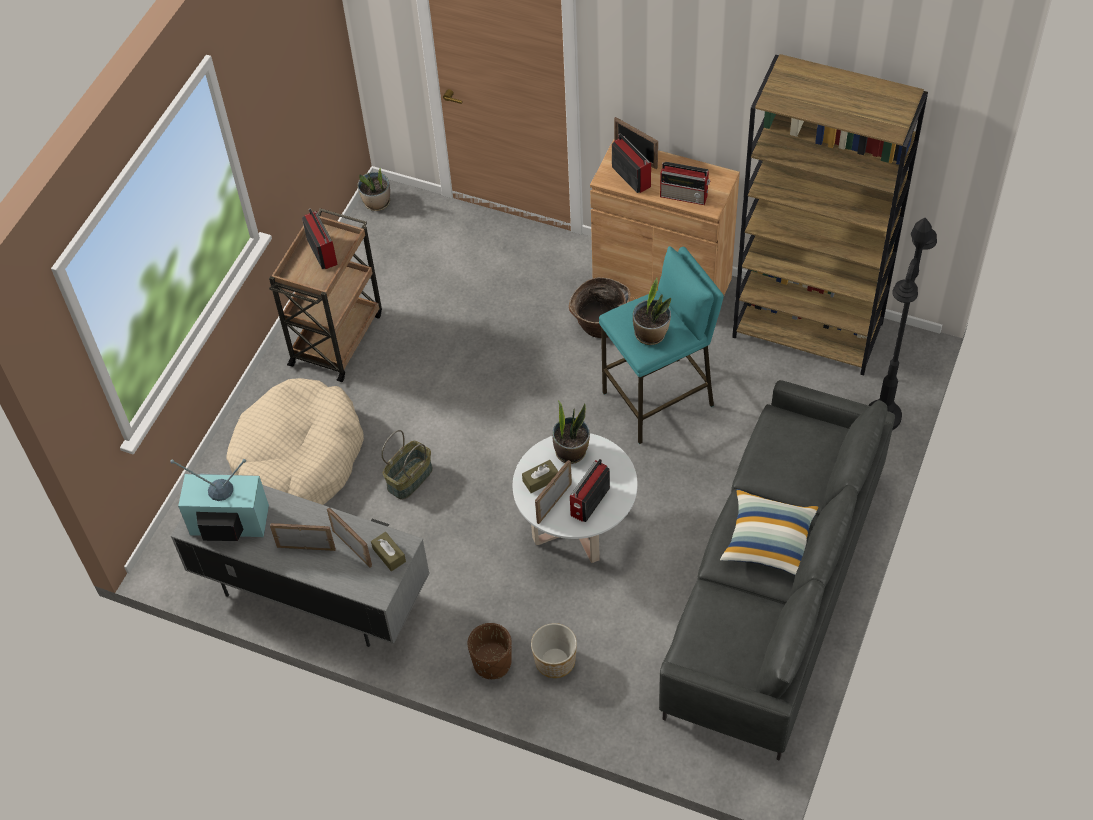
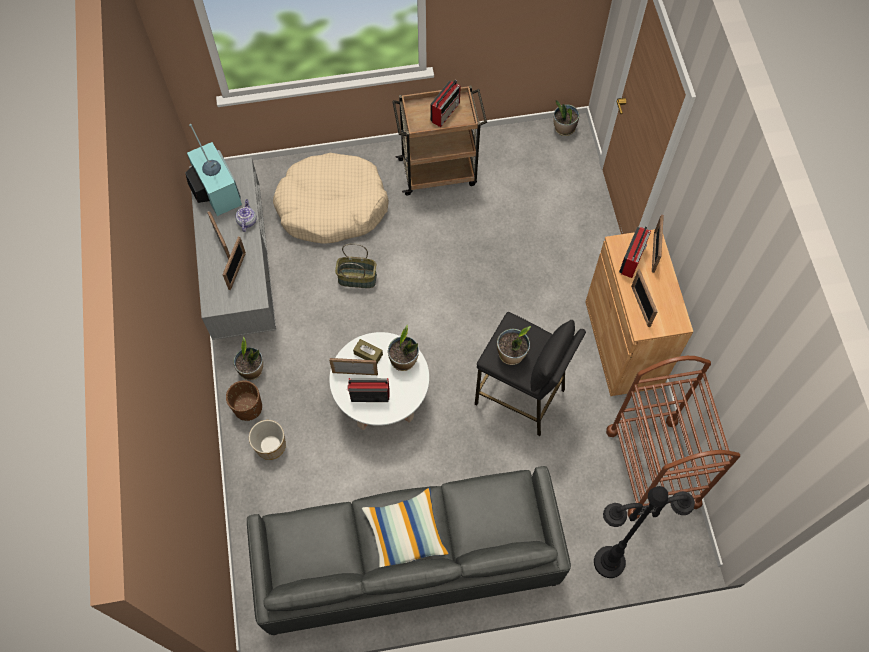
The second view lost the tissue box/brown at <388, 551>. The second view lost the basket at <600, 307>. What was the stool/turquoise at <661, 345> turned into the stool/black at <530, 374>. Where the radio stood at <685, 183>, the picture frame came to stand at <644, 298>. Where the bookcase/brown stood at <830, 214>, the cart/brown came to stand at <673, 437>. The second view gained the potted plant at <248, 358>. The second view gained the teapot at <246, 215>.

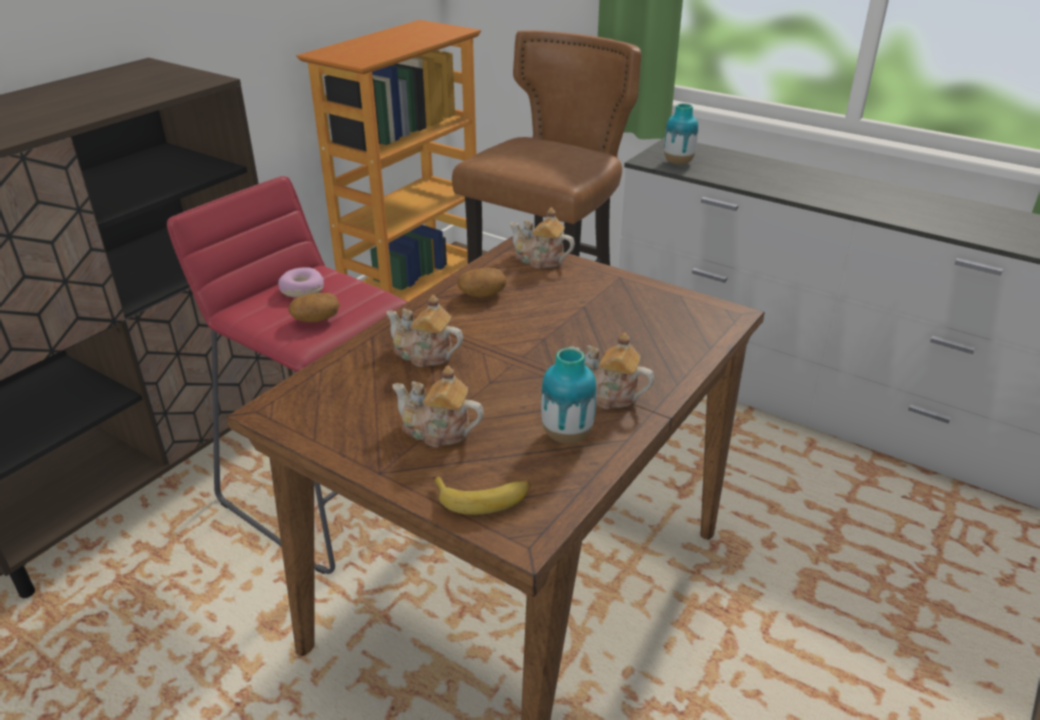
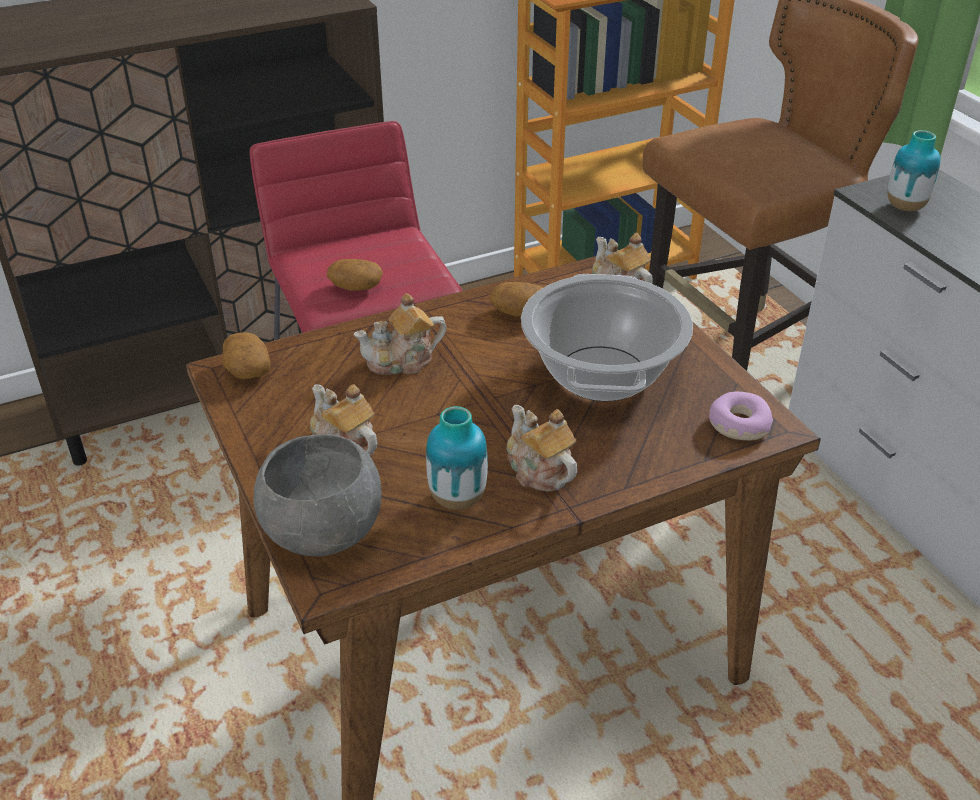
The donut ended up elsewhere, having gone from <301, 282> to <741, 416>. The teapot at <424, 331> ended up facing another way, 75 degrees counterclockwise from before. Where the banana stood at <481, 495>, the bowl/grey came to stand at <317, 495>. The second view gained the potato at <246, 355>. The second view gained the cooking pot at <607, 337>.

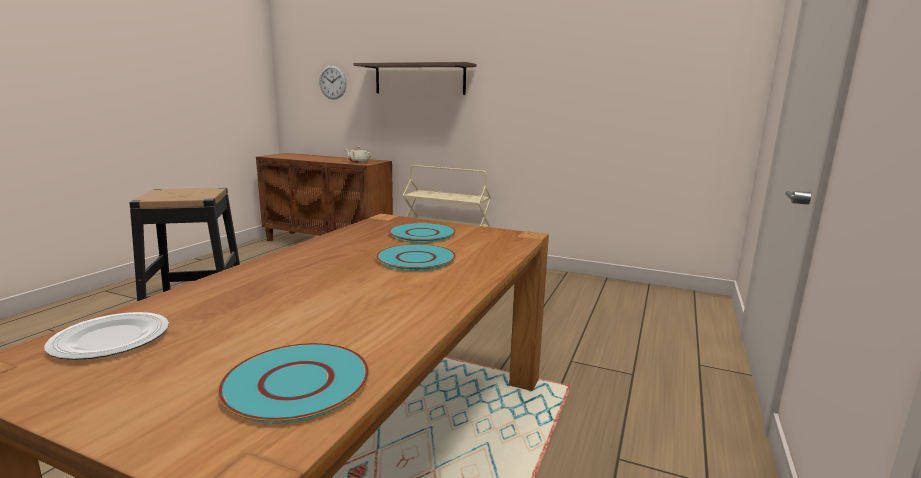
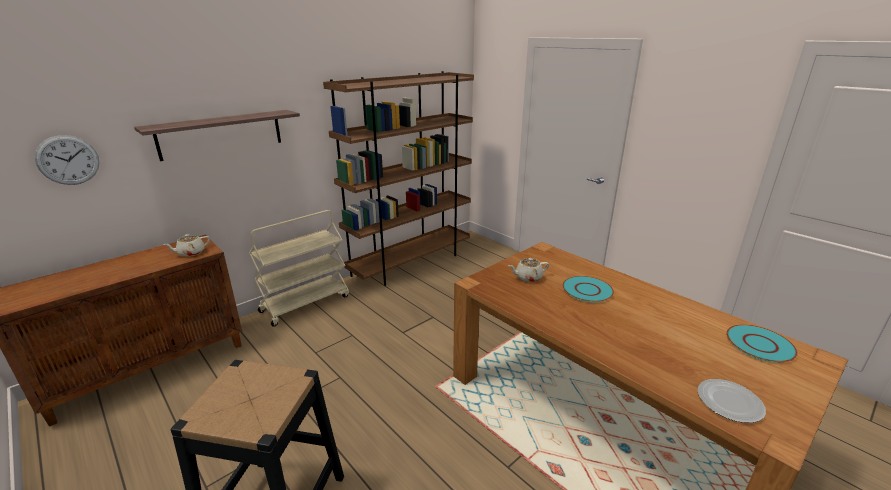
Where the plate/turquoise stood at <422, 232>, the teapot/beige came to stand at <528, 270>. The second view gained the bookcase/brown at <398, 178>.

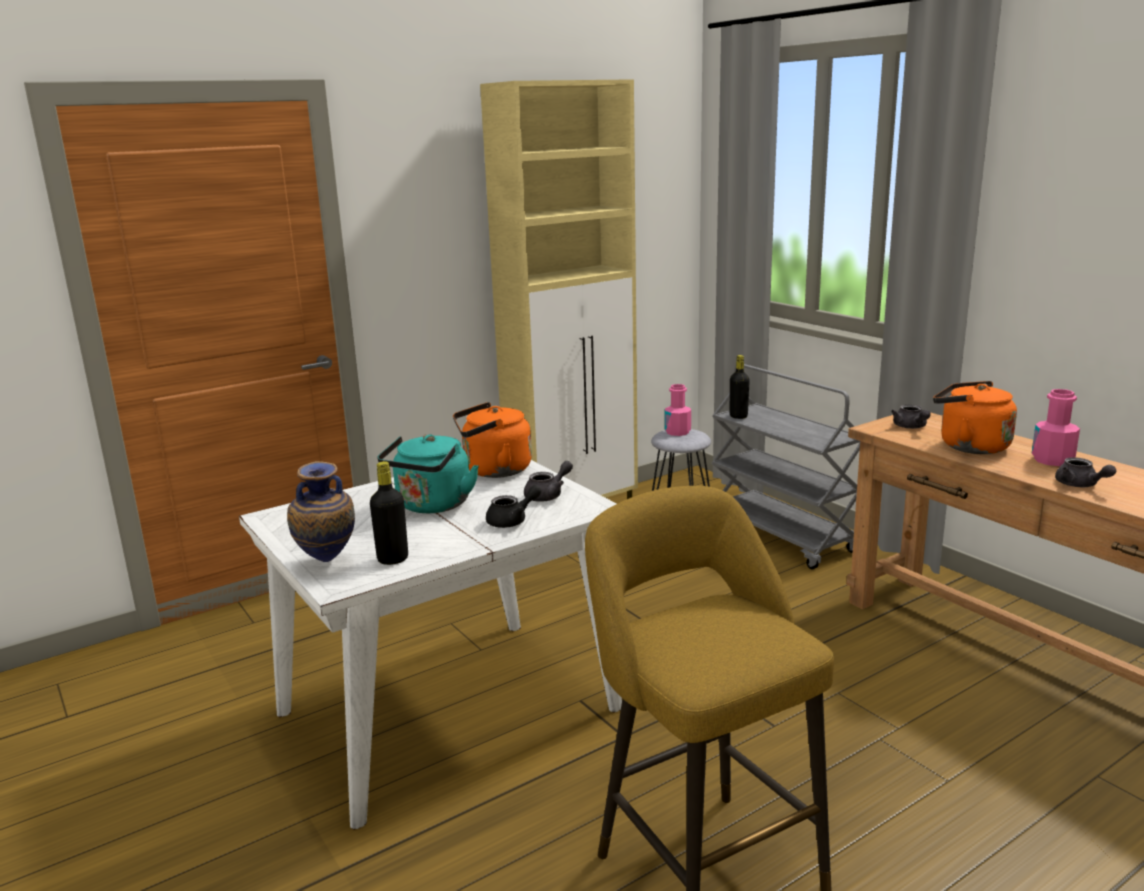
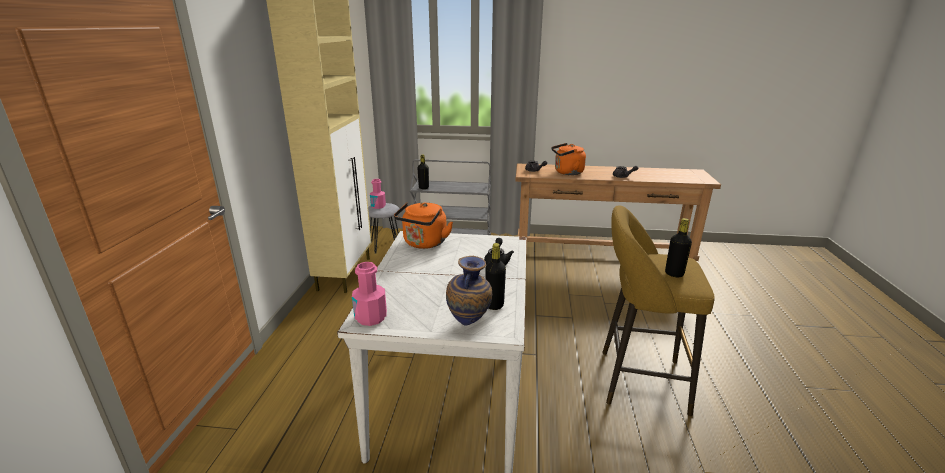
The second view lost the kettle/turquoise at <428, 473>. The second view lost the teapot/grey at <548, 481>. The bottle/pink ended up elsewhere, having gone from <1055, 427> to <369, 294>. The second view gained the bottle/black at <678, 247>.

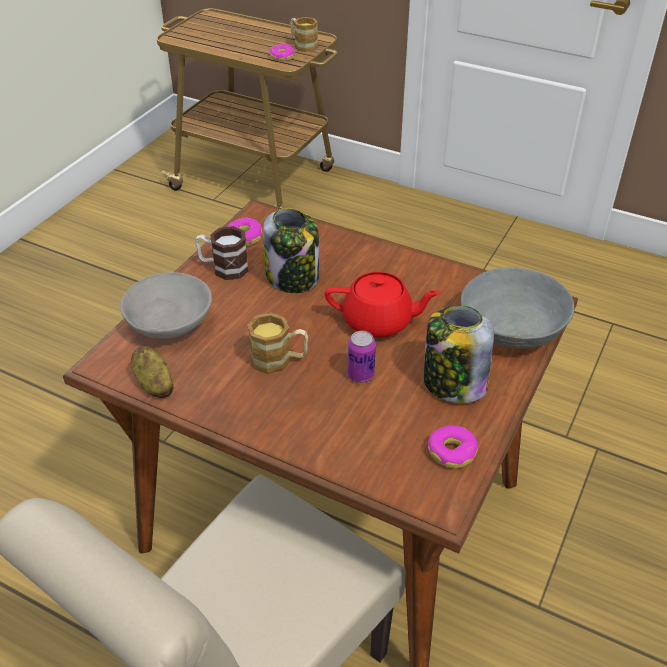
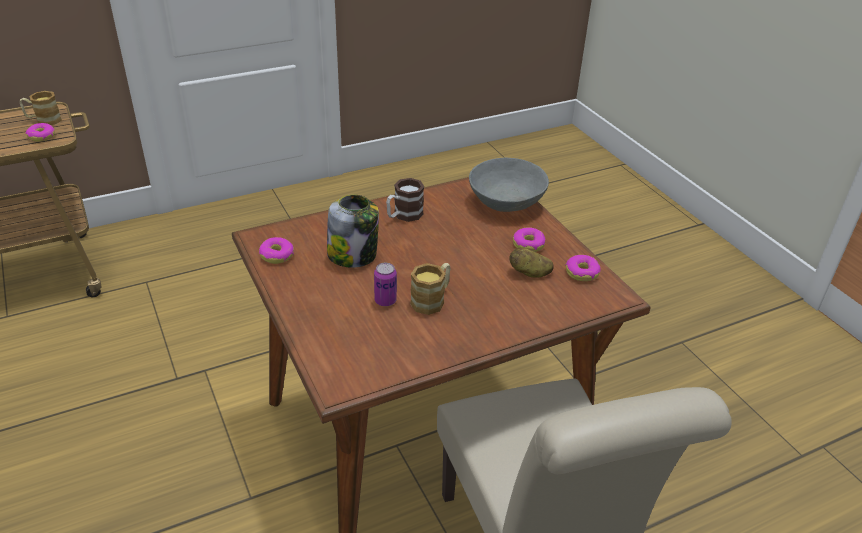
The second view lost the bowl/grey at <166, 305>. The potato ended up elsewhere, having gone from <152, 372> to <531, 263>. The mug ended up elsewhere, having gone from <222, 253> to <405, 200>. The second view lost the teapot/red at <383, 305>. The can ended up elsewhere, having gone from <362, 357> to <385, 284>. Where the jar stood at <459, 354>, the donut came to stand at <529, 239>.

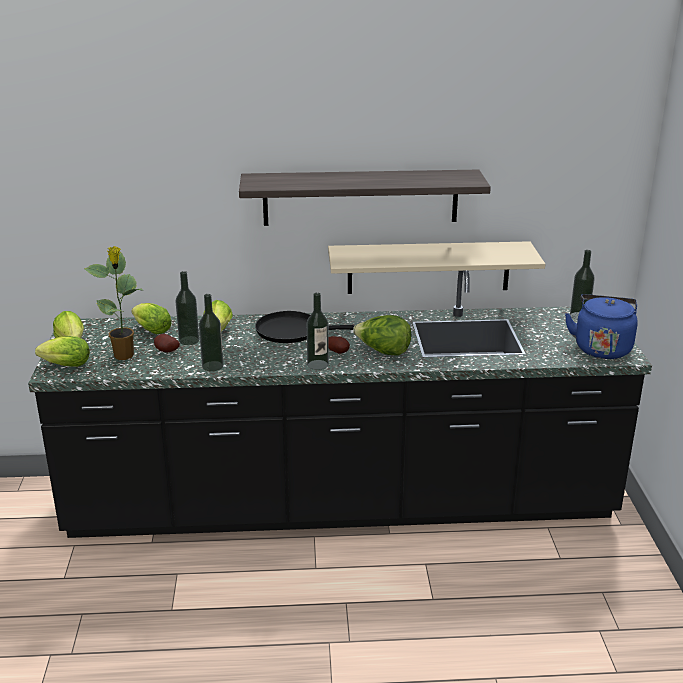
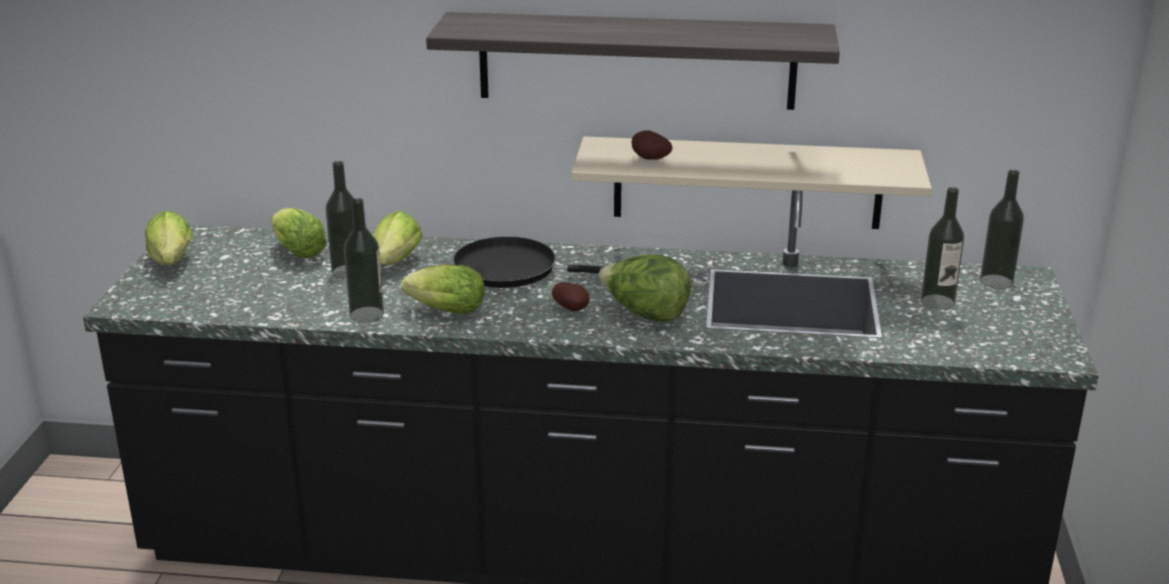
The lettuce ended up elsewhere, having gone from <62, 351> to <443, 289>. The second view lost the potted plant at <114, 303>. The potato ended up elsewhere, having gone from <167, 343> to <652, 145>. The bottle ended up elsewhere, having gone from <318, 331> to <942, 248>. The second view lost the kettle/blue at <601, 326>.

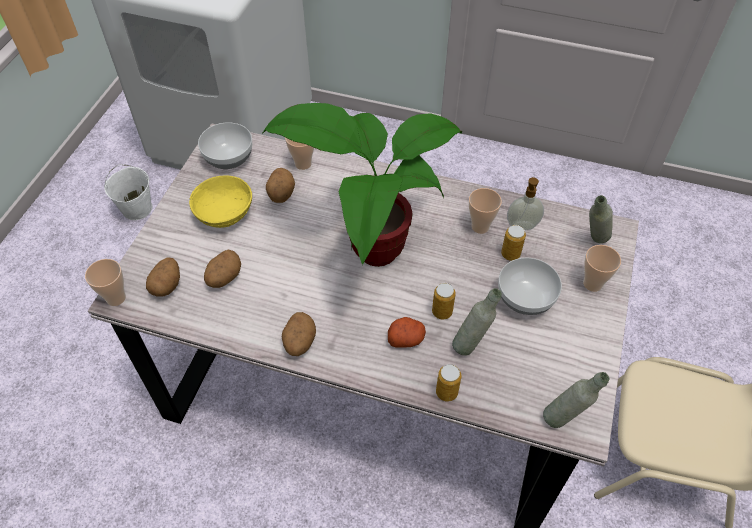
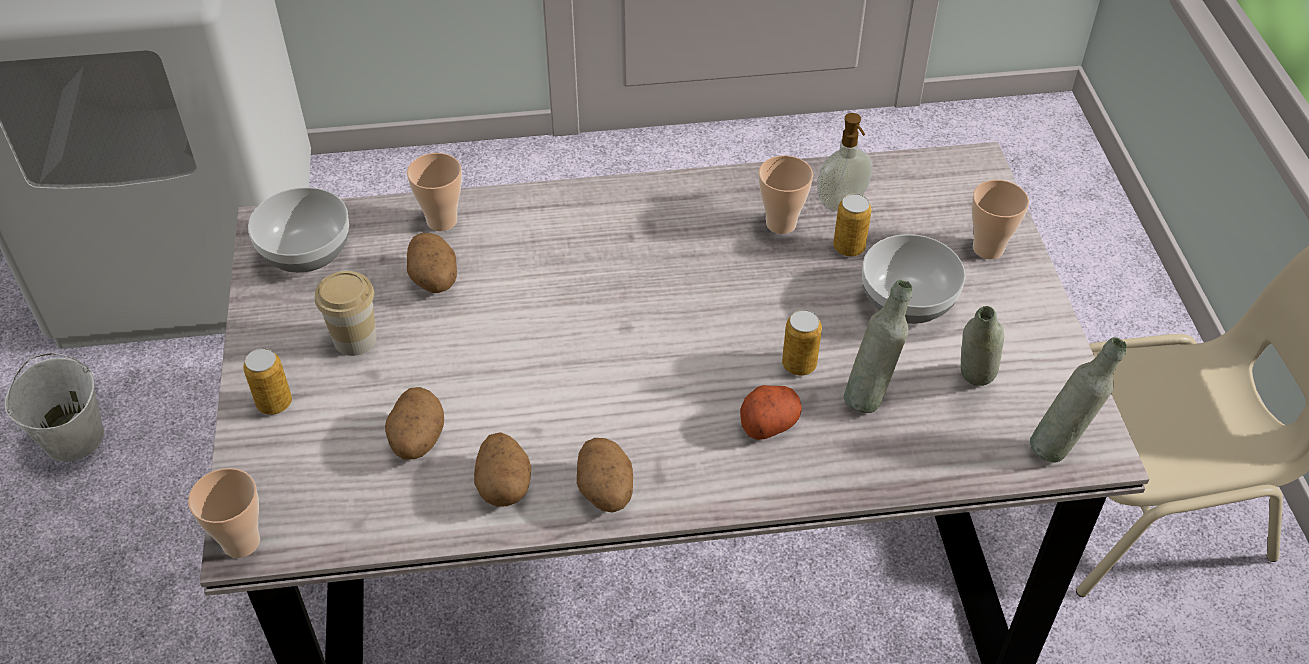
The potato ended up elsewhere, having gone from <163, 277> to <502, 469>. Where the bowl/yellow stood at <220, 201>, the cup came to stand at <346, 313>. The second view lost the potted plant at <362, 185>. The can ended up elsewhere, having gone from <448, 383> to <267, 381>. The bottle/grey ended up elsewhere, having gone from <601, 219> to <982, 346>.

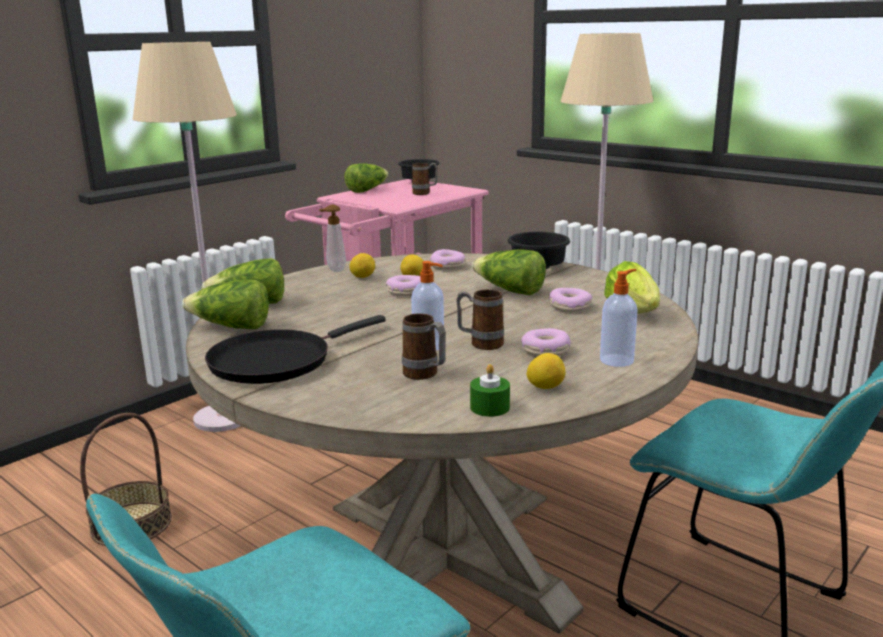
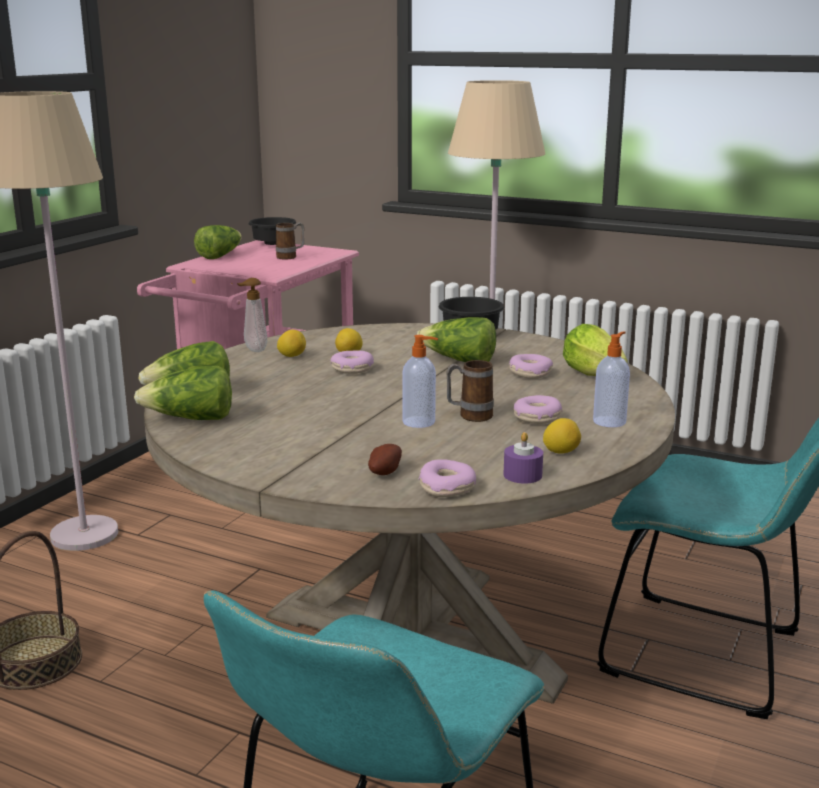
The second view lost the frying pan/black at <295, 349>. The second view lost the mug at <424, 346>. The donut ended up elsewhere, having gone from <447, 259> to <447, 478>. What was the candle/green at <490, 390> turned into the candle/purple at <523, 458>. The second view gained the potato at <385, 459>.

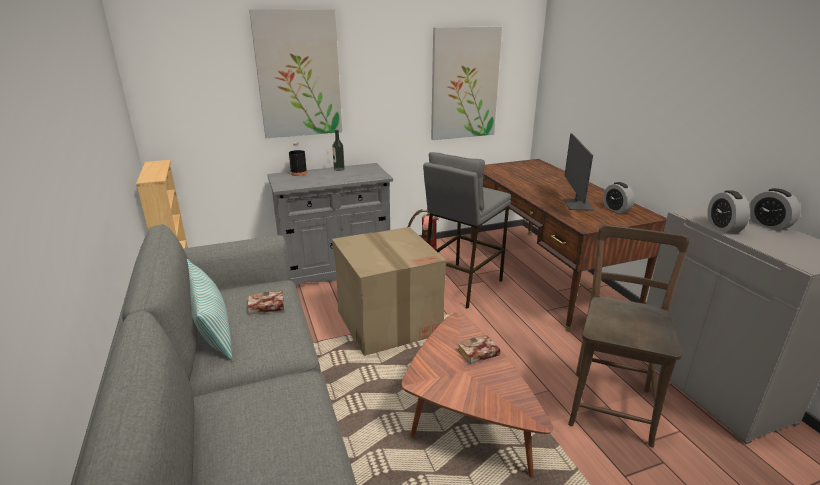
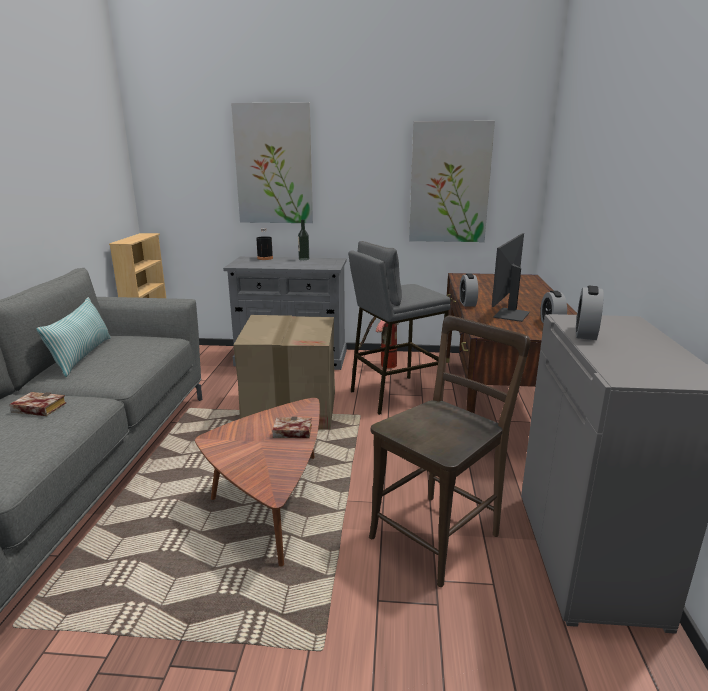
The book ended up elsewhere, having gone from <266, 303> to <37, 404>. The alarm clock ended up elsewhere, having gone from <775, 209> to <468, 290>.

